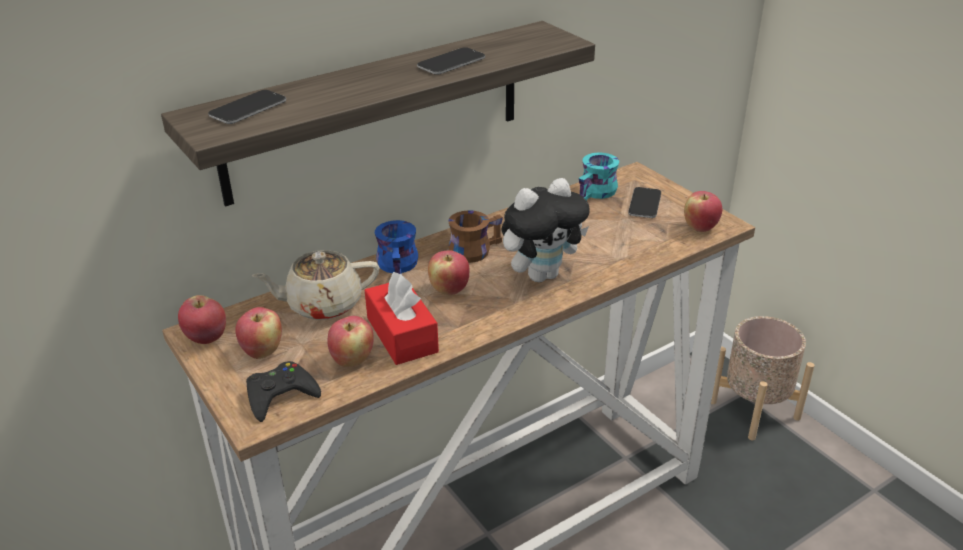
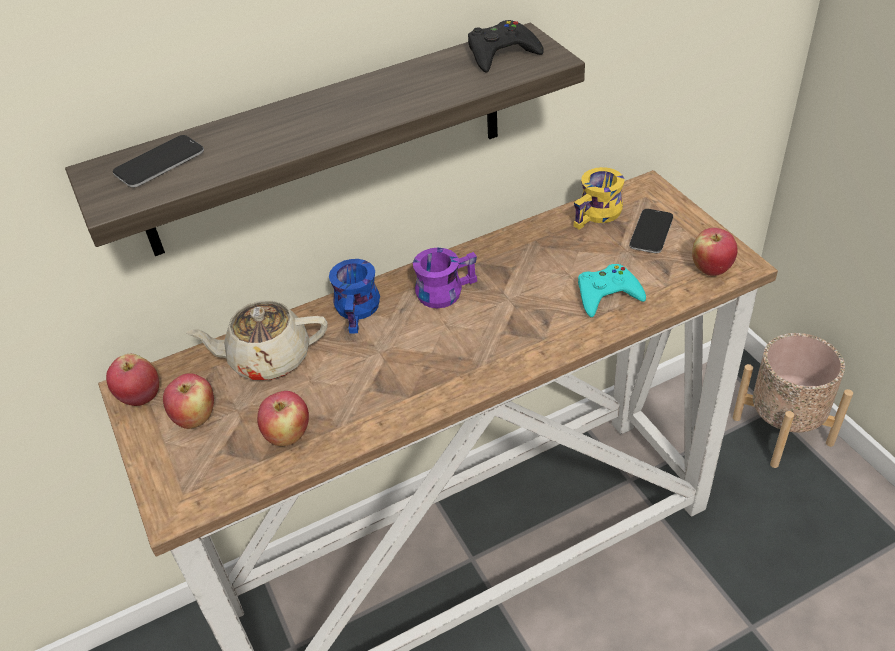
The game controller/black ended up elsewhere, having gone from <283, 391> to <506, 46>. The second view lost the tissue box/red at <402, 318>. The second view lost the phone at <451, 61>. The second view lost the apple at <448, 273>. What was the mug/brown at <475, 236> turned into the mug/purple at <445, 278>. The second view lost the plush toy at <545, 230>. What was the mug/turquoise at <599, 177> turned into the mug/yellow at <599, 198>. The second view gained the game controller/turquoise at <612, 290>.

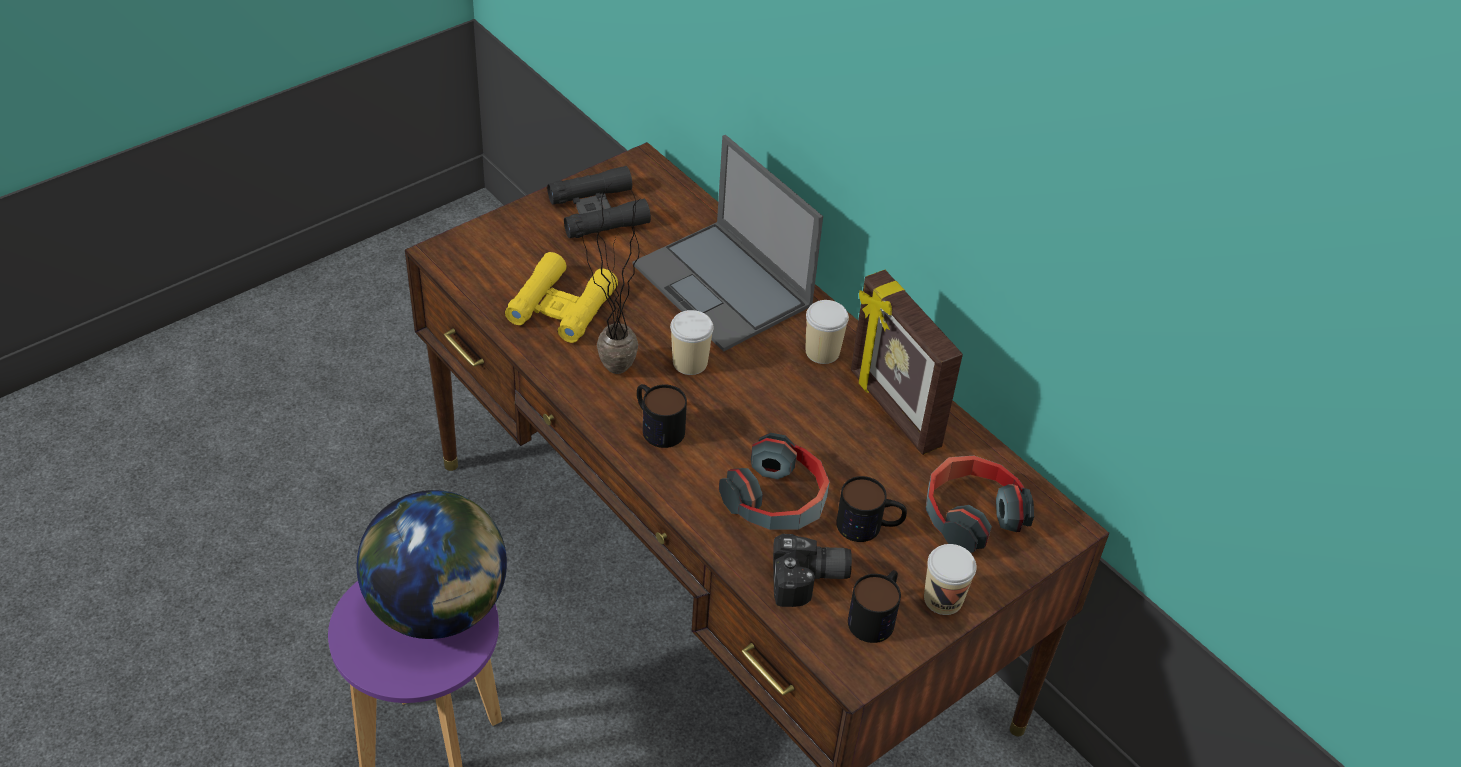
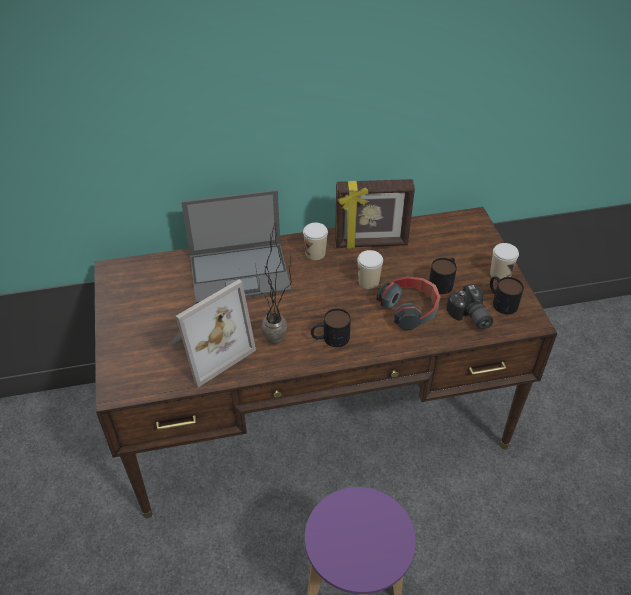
The second view lost the globe at <431, 564>. Where the binoculars/yellow stood at <561, 297>, the picture frame came to stand at <212, 333>. The second view lost the binoculars/black at <599, 202>. The cup ended up elsewhere, having gone from <692, 342> to <370, 269>. The photo camera at <812, 570> ended up facing another way, 135 degrees clockwise from before. The second view lost the headphones at <979, 504>.

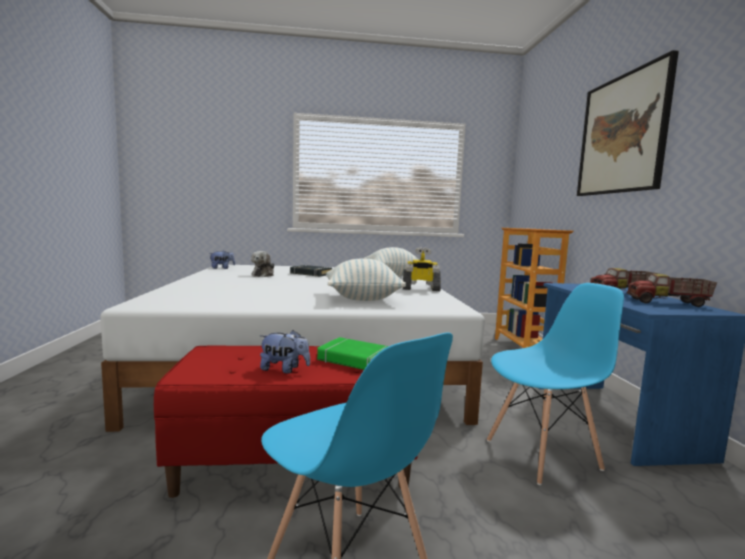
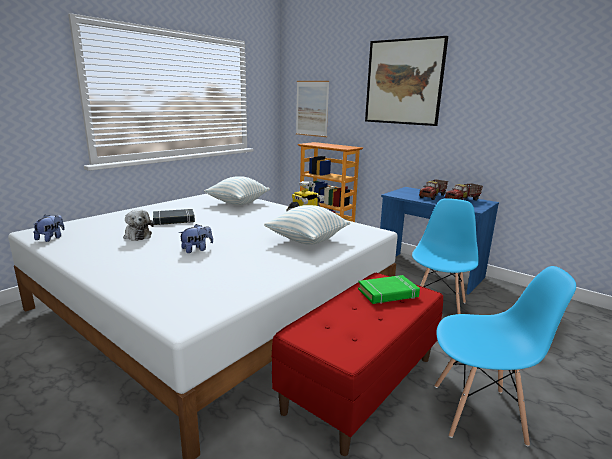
The plush toy ended up elsewhere, having gone from <285, 352> to <196, 238>. The second view gained the picture at <312, 109>.

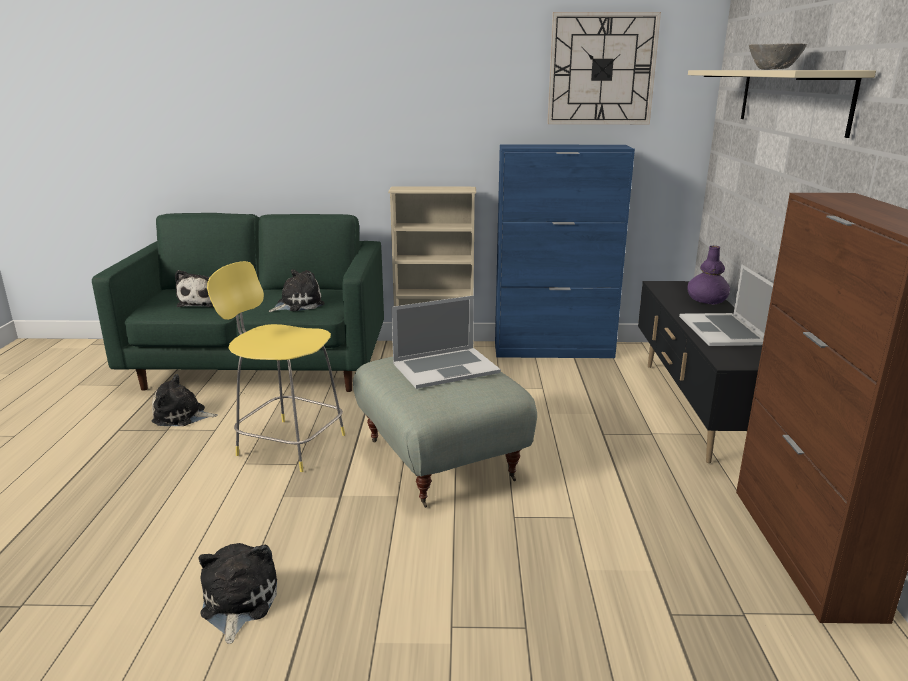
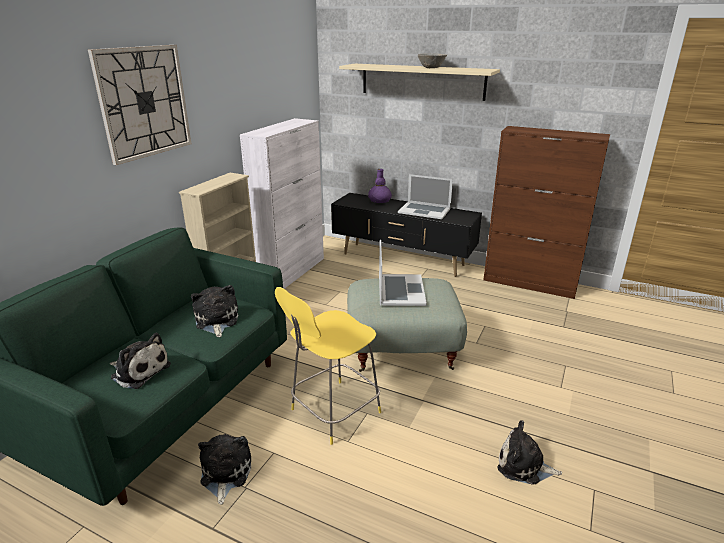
The plush toy at <185, 400> ended up facing another way, 150 degrees clockwise from before. What was the cabinet/blue at <565, 251> turned into the cabinet/white at <282, 203>. The wall clock ended up elsewhere, having gone from <604, 68> to <139, 105>.

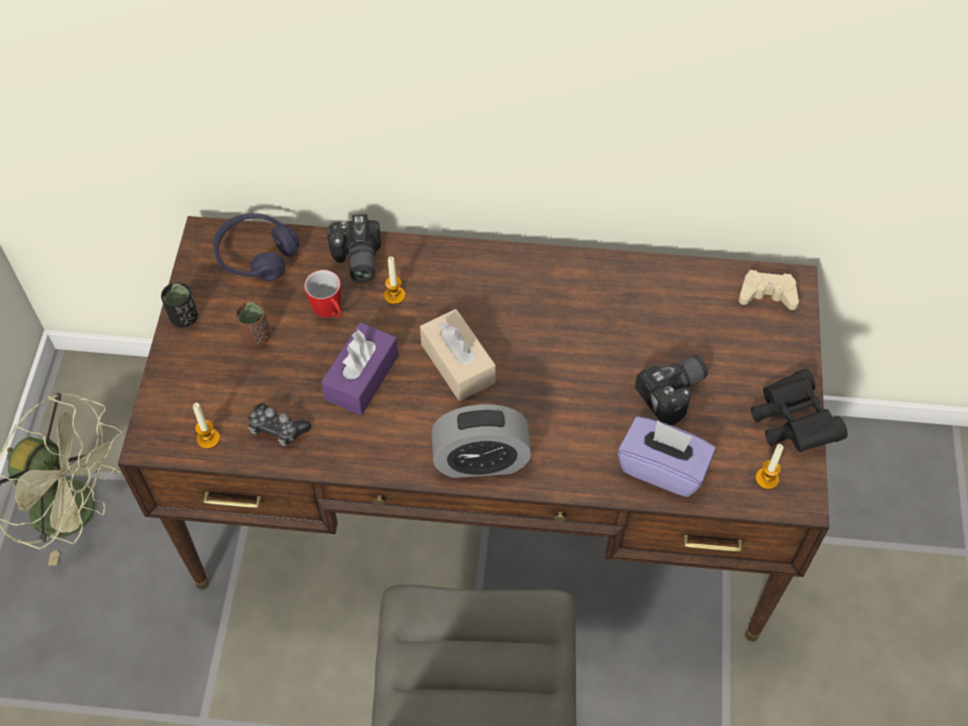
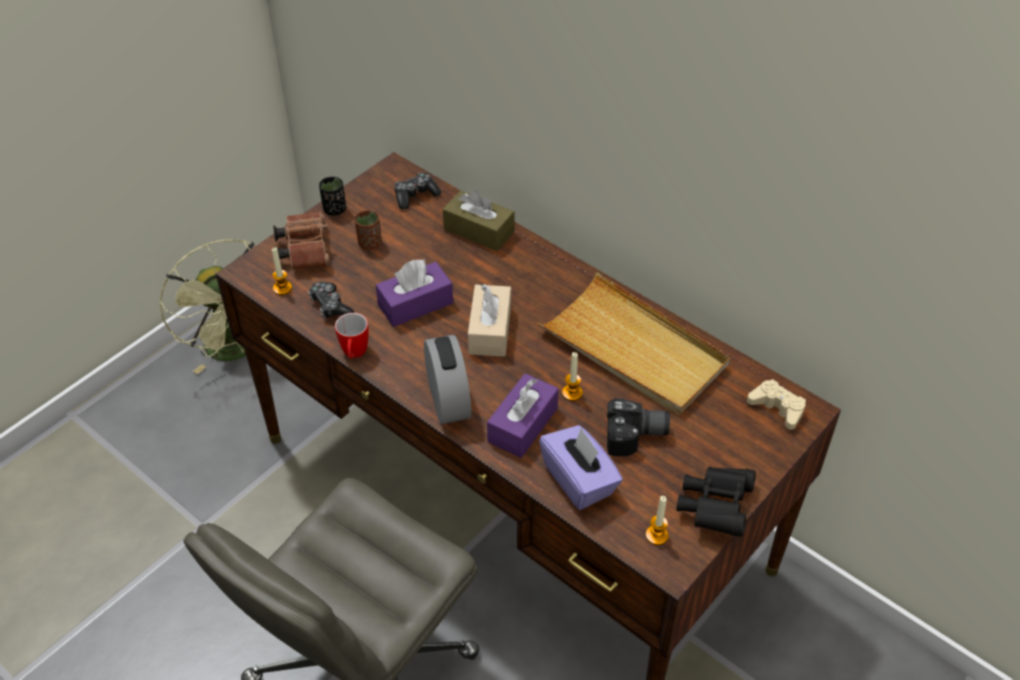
Where the headphones/purple stood at <256, 247>, the game controller came to stand at <418, 191>. The mug ended up elsewhere, having gone from <323, 294> to <352, 336>. Where the photo camera stood at <354, 248>, the tissue box/brown came to stand at <478, 220>. The candle ended up elsewhere, having gone from <394, 281> to <572, 376>. The alarm clock at <481, 441> ended up facing another way, 135 degrees counterclockwise from before. The second view gained the binoculars/brown at <301, 240>. The second view gained the tissue box/purple at <523, 415>. The second view gained the tray/beige at <634, 343>.

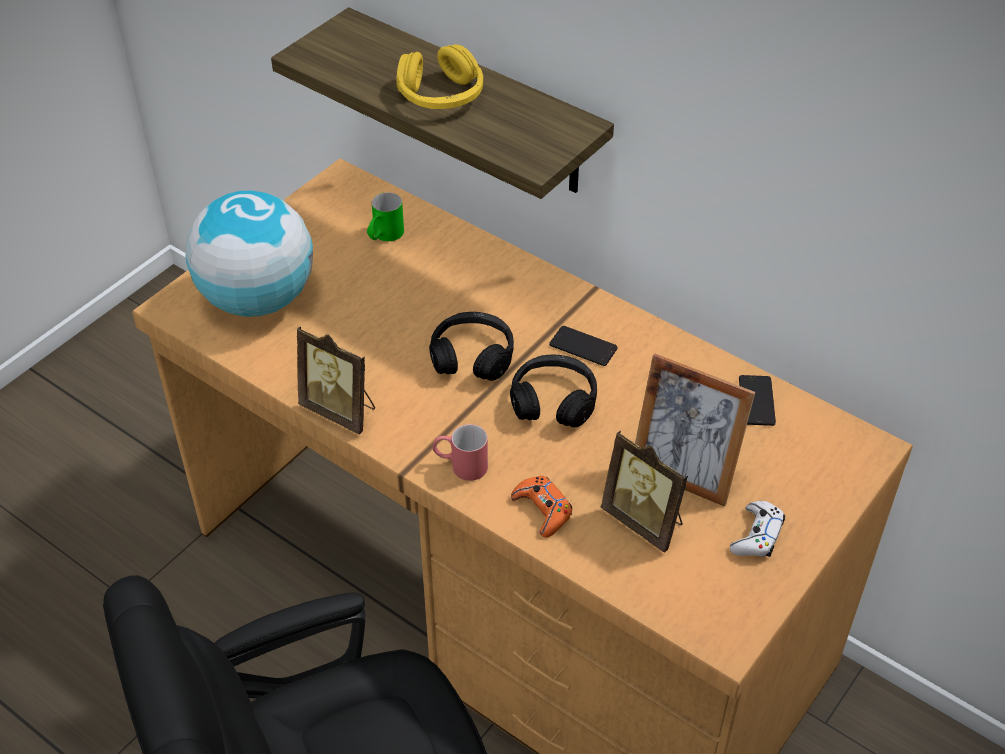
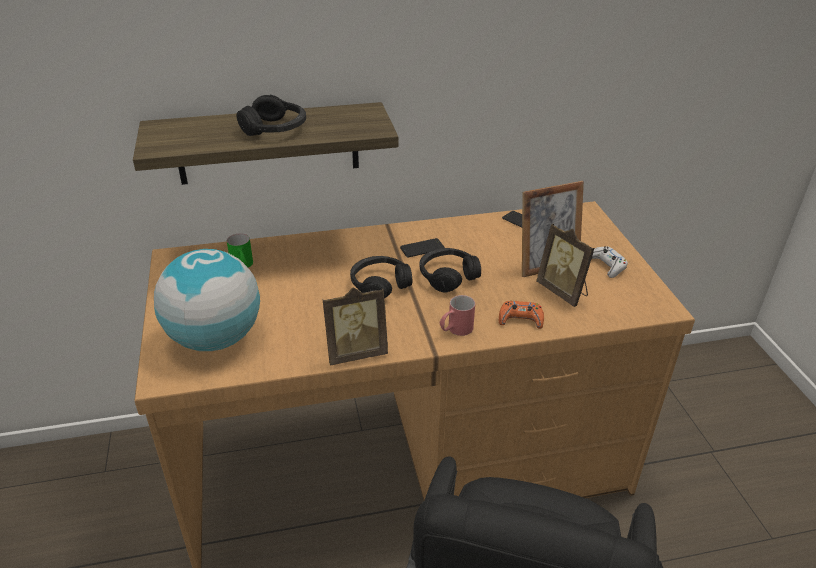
What was the headphones/yellow at <439, 76> turned into the headphones/black at <271, 115>. The picture frame at <644, 491> ended up facing another way, 60 degrees clockwise from before.

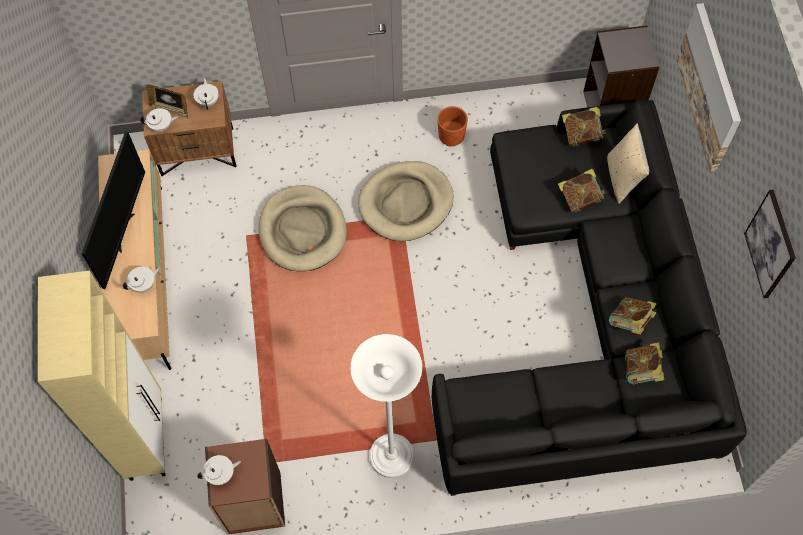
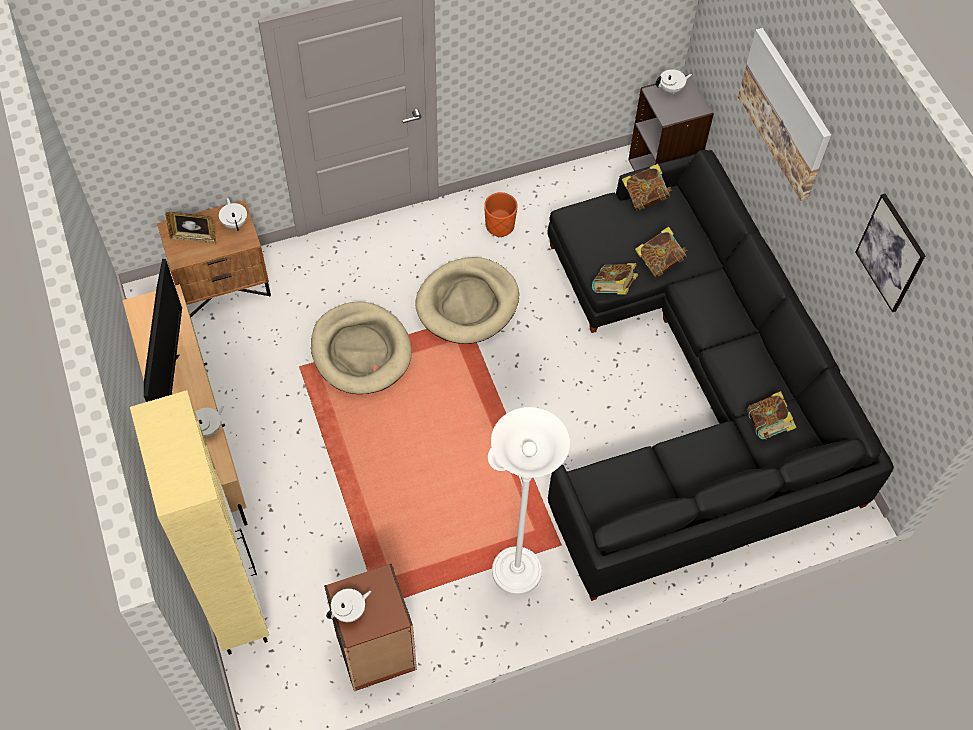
The teapot/white ended up elsewhere, having gone from <159, 120> to <674, 81>. The second view lost the pillow/beige at <628, 164>. The book ended up elsewhere, having gone from <632, 316> to <615, 278>.

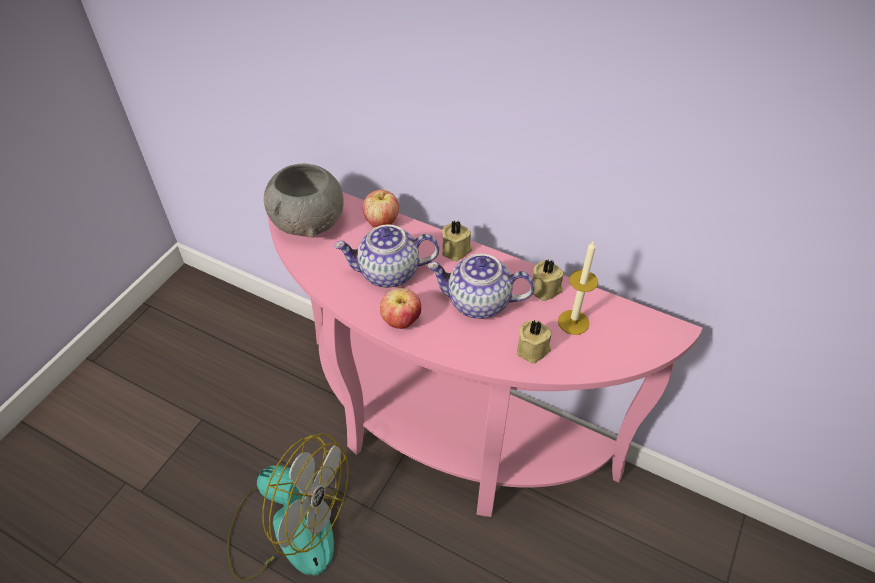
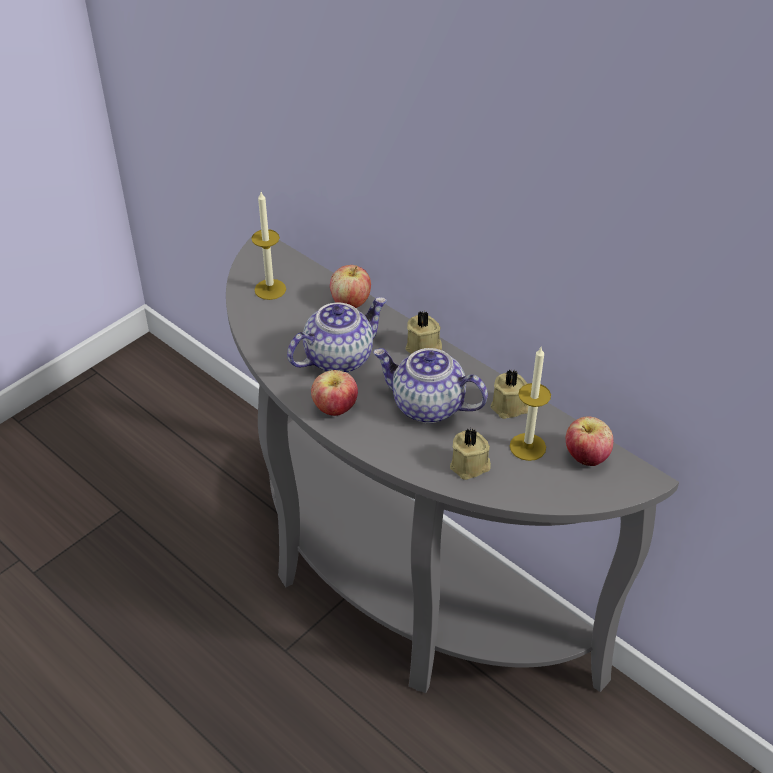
The second view lost the fan at <288, 507>. Where the bowl/grey stood at <304, 201>, the candle came to stand at <268, 246>. What was the console table/pink at <485, 354> turned into the console table/grey at <452, 464>. The teapot at <386, 256> ended up facing another way, 135 degrees clockwise from before. The second view gained the apple at <589, 441>.

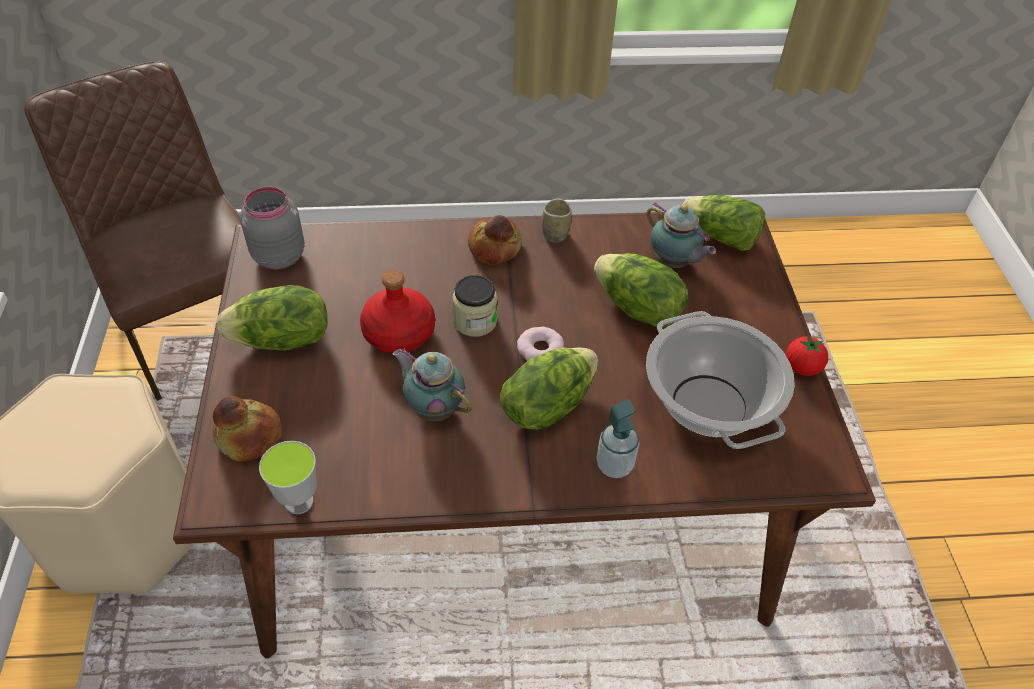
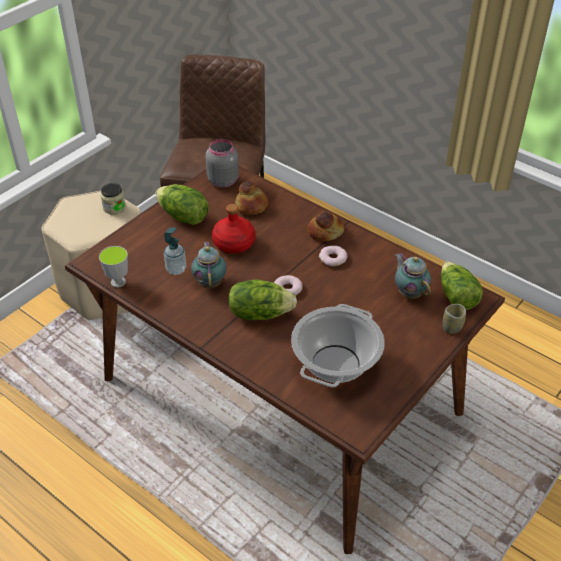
The bread ended up elsewhere, having gone from <247, 428> to <251, 198>. The jar ended up elsewhere, having gone from <474, 306> to <113, 199>. The cup ended up elsewhere, having gone from <557, 221> to <454, 319>. The second view lost the lettuce at <641, 290>. The soap dispenser ended up elsewhere, having gone from <618, 439> to <175, 251>. The teapot at <681, 235> ended up facing another way, 150 degrees clockwise from before. The second view lost the tomato at <807, 355>. The second view gained the donut at <333, 255>.

